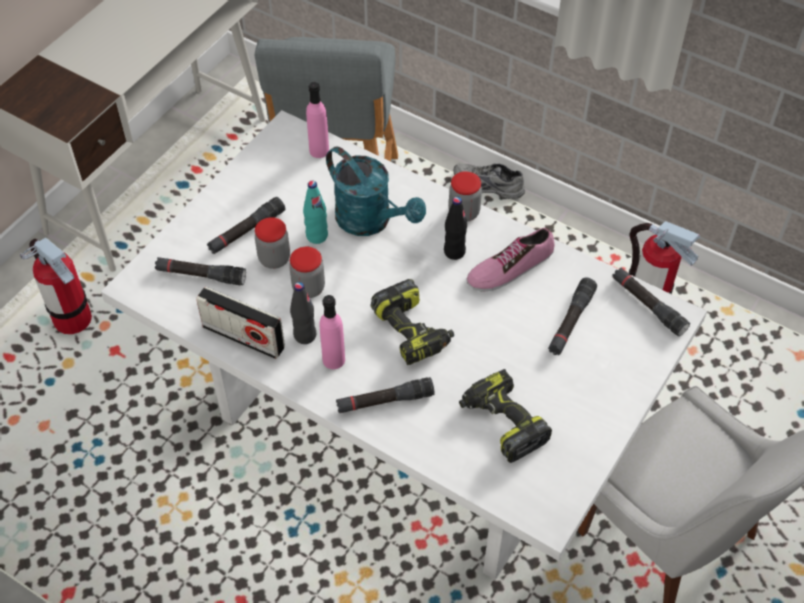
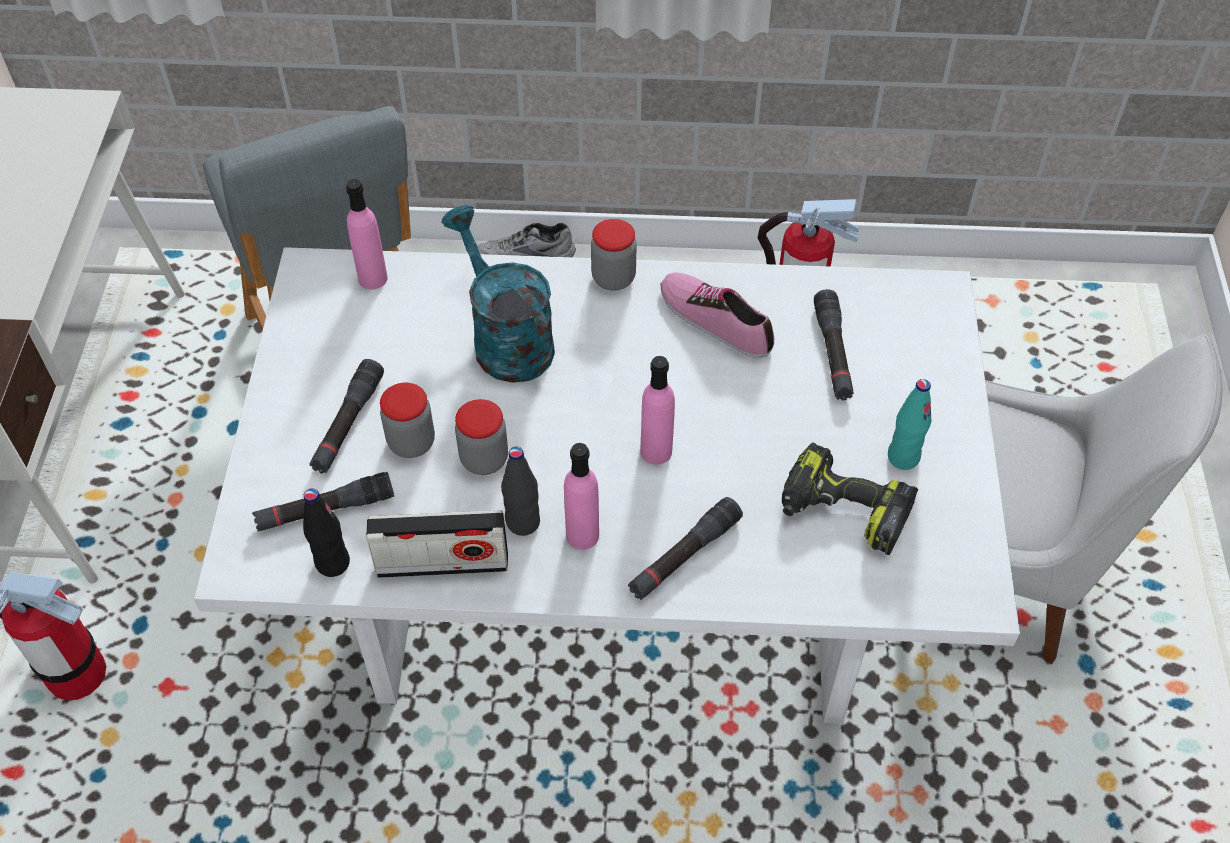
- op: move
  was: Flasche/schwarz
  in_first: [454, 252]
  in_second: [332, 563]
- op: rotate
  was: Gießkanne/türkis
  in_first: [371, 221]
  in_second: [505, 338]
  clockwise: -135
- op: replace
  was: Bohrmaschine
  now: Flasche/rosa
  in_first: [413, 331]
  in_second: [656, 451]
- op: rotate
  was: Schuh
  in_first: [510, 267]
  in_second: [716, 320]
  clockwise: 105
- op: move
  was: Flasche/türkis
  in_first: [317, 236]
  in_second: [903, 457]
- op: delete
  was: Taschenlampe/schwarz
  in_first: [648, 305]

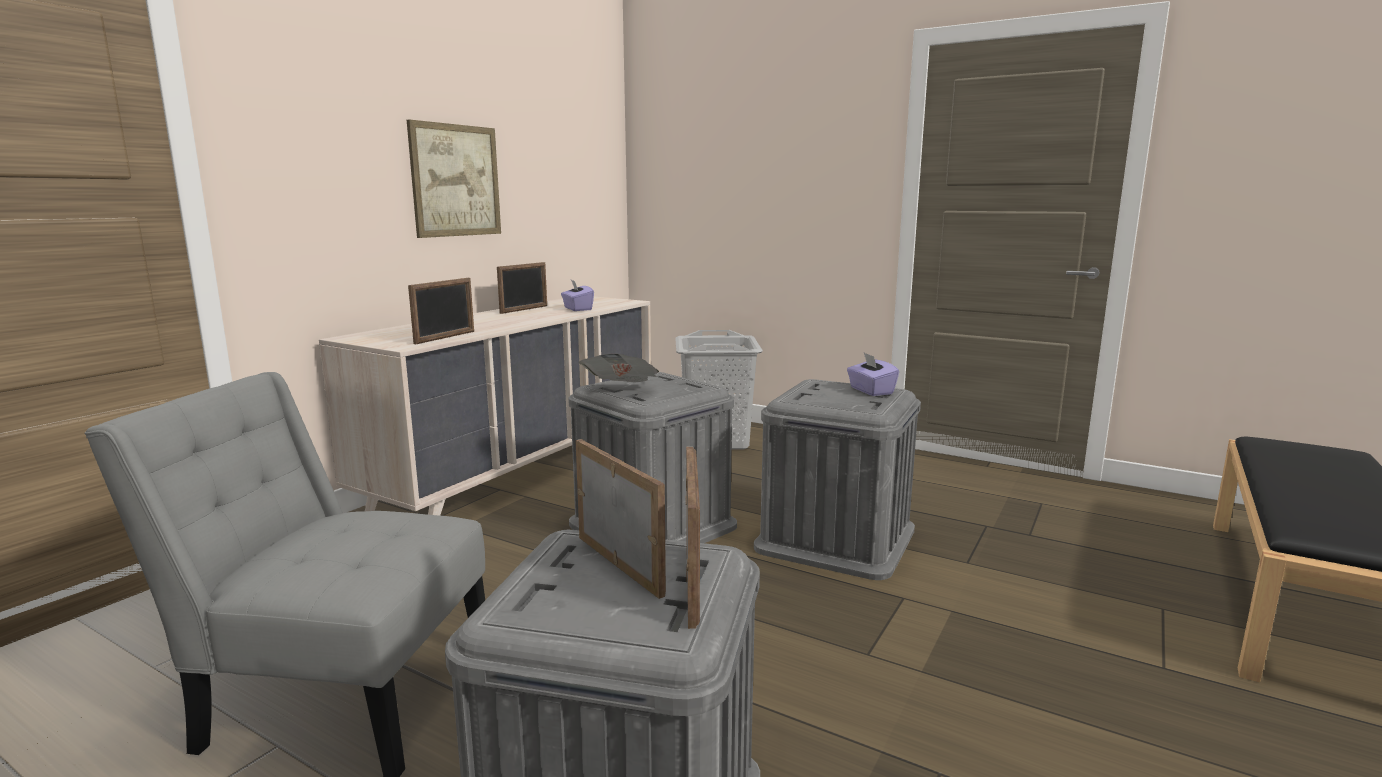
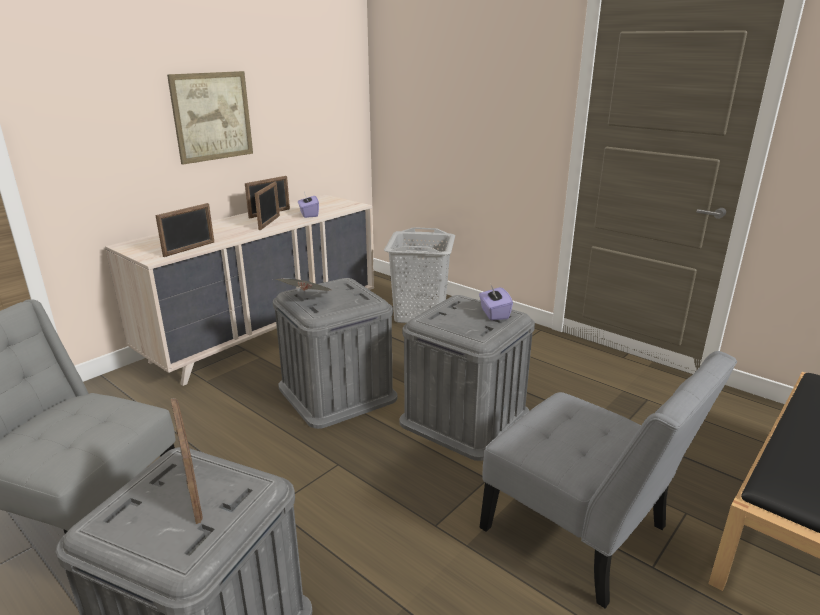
- op: move
  was: Bilderrahmen
  in_first: [692, 583]
  in_second: [269, 223]
- op: insert
  now: Stuhl/grau
  in_second: [582, 534]

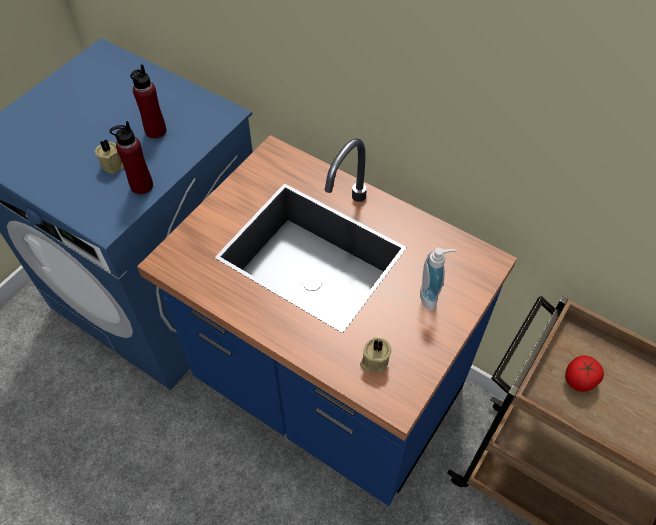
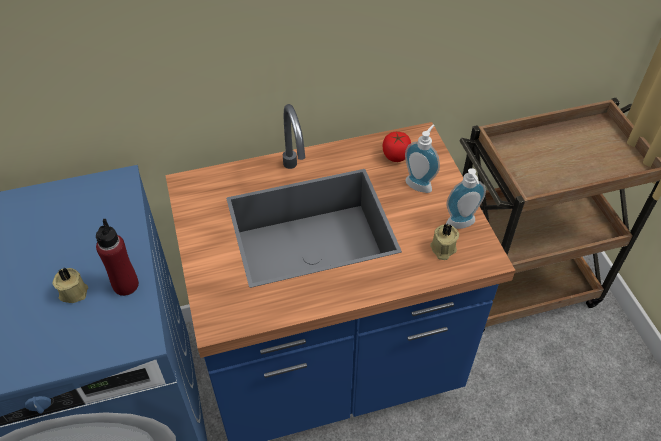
- op: move
  was: Tomate
  in_first: [579, 380]
  in_second: [396, 155]
- op: insert
  now: Seifenspender
  in_second: [461, 225]
- op: delete
  was: Flasche/rot
  in_first: [155, 131]

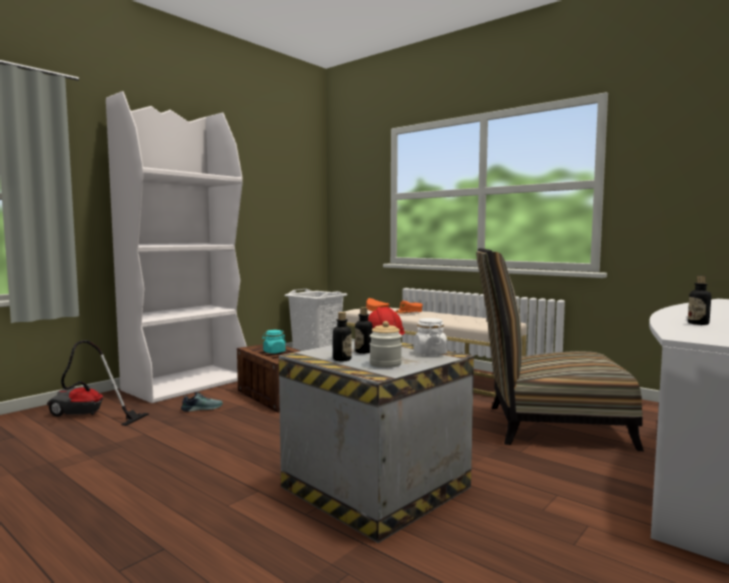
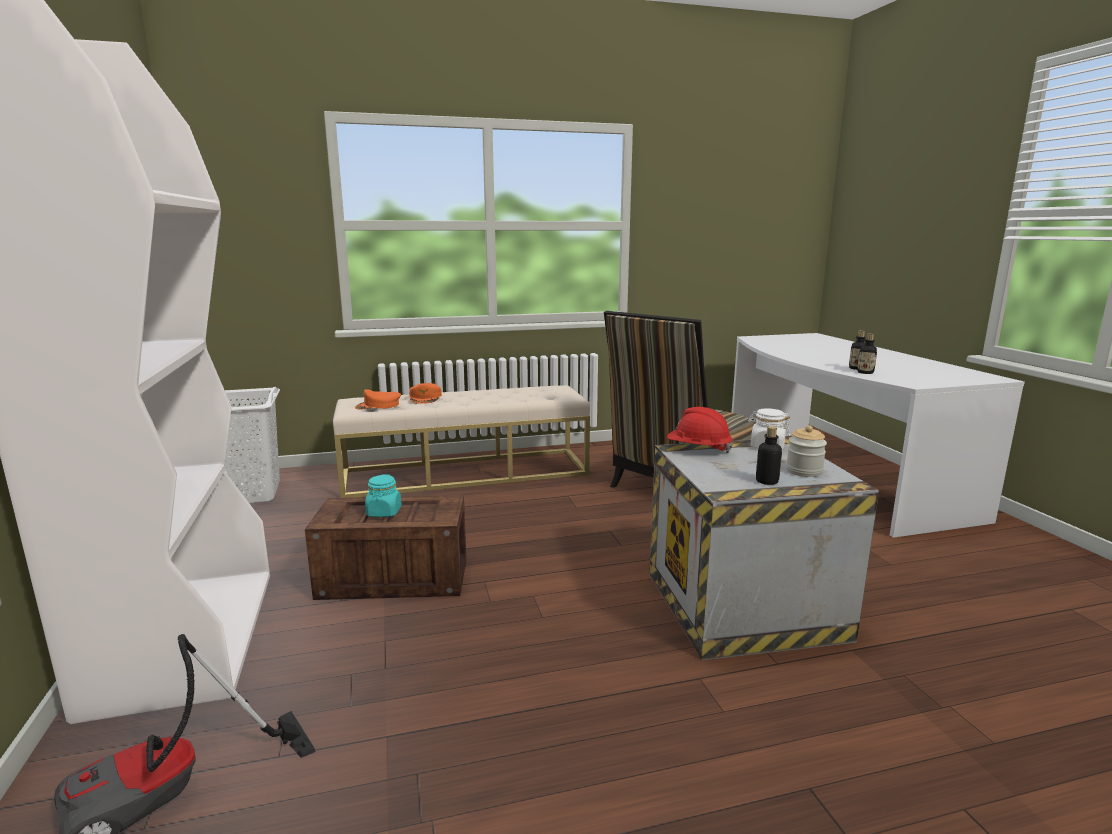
- op: move
  was: Flasche
  in_first: [363, 352]
  in_second: [865, 372]
- op: delete
  was: Schuh
  in_first: [202, 408]

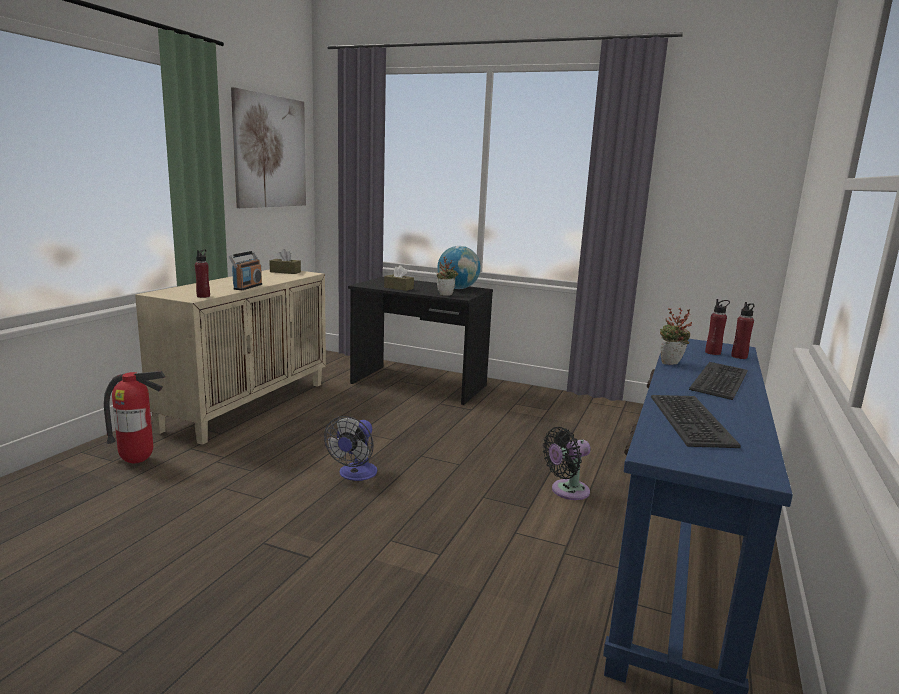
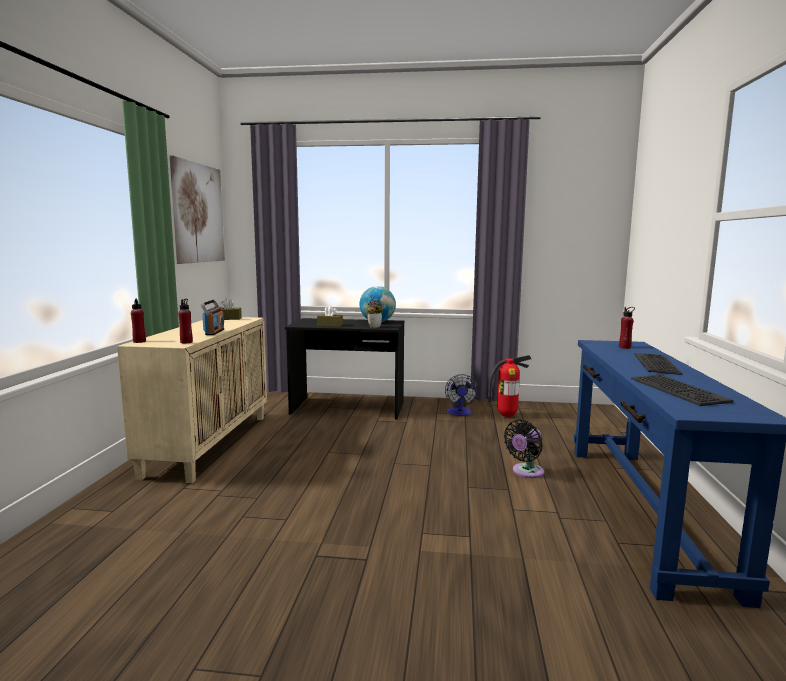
- op: move
  was: Flasche/rot
  in_first: [739, 357]
  in_second: [139, 341]
- op: move
  was: Ventilator
  in_first: [355, 475]
  in_second: [460, 413]
- op: move
  was: Feuerlöscher
  in_first: [138, 461]
  in_second: [507, 416]
- op: delete
  was: Topfpflanze
  in_first: [671, 364]

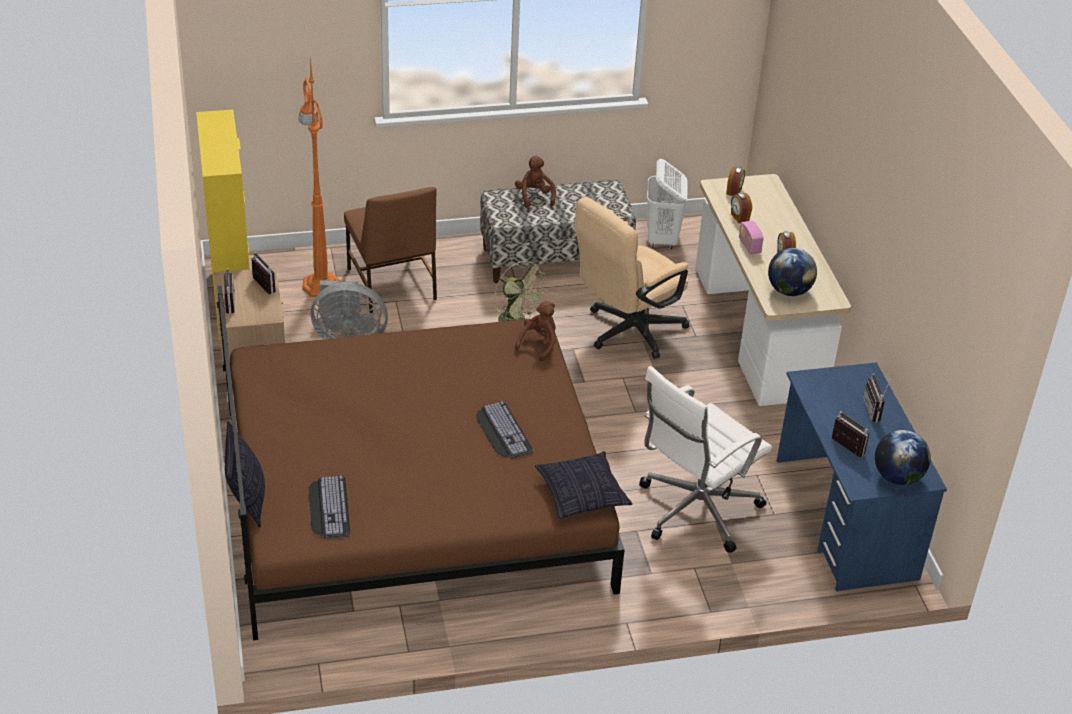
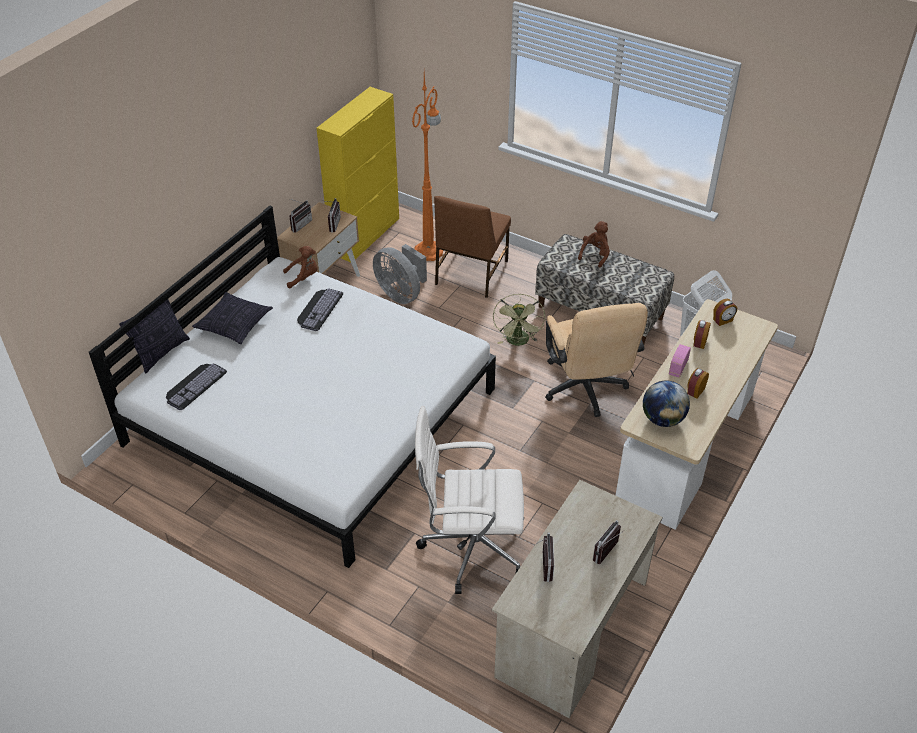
- op: recolor
  was: Bett/braun
  now: Bett/weiß
  in_first: [412, 495]
  in_second: [312, 416]
- op: move
  was: Kissen
  in_first: [581, 494]
  in_second: [234, 325]
- op: move
  was: Plüschtier/braun
  in_first: [539, 344]
  in_second: [303, 277]
- op: move
  was: Tastatur
  in_first: [501, 431]
  in_second: [318, 308]
- op: recolor
  was: Schreibtisch/blau
  now: Schreibtisch/beige
  in_first: [845, 519]
  in_second: [572, 629]
- op: rotate
  was: Bürostuhl/beige
  in_first: [627, 332]
  in_second: [586, 391]
  clockwise: -105
- op: delete
  was: Globus
  in_first: [897, 477]

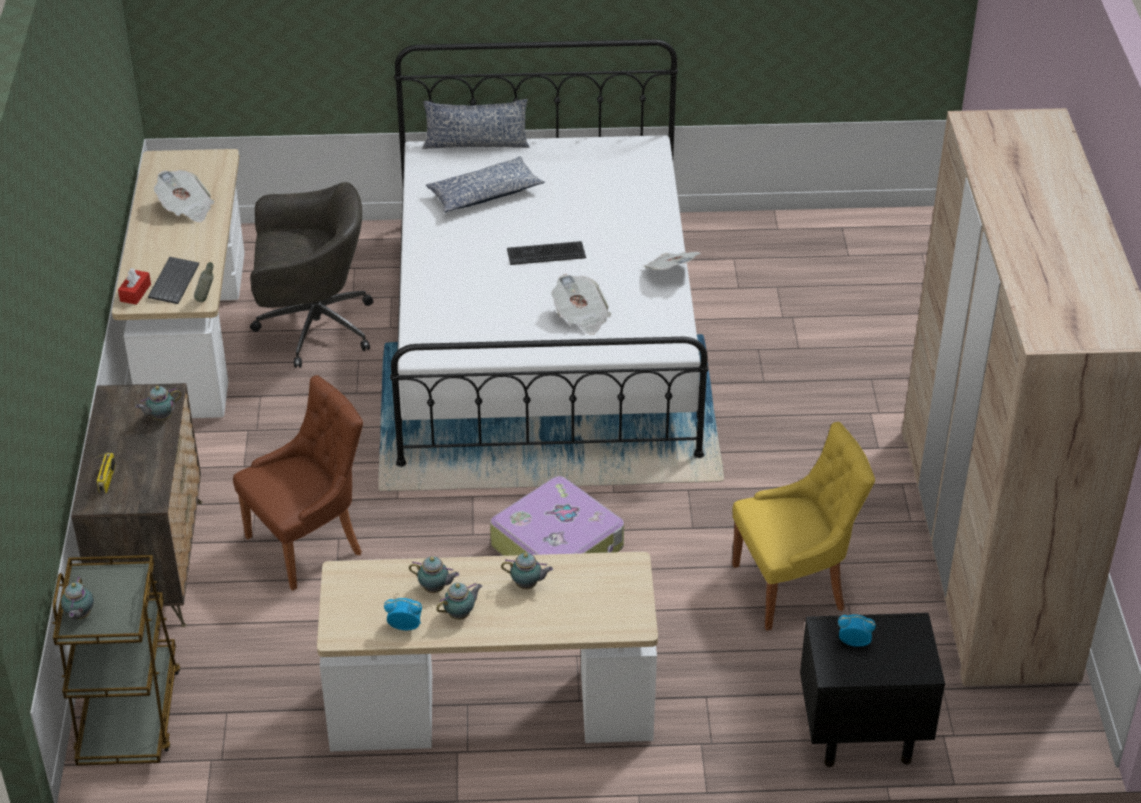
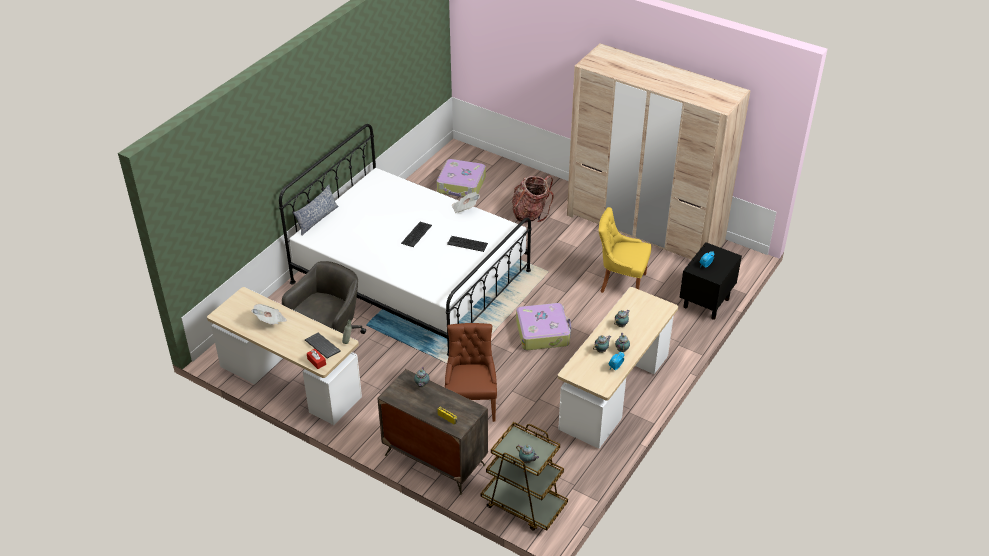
- op: insert
  now: Koffer
  in_second: [461, 185]
- op: replace
  was: Zeitung
  now: Tastatur
  in_first: [581, 317]
  in_second: [467, 244]
- op: insert
  now: Rucksack
  in_second: [530, 214]
- op: rotate
  was: Stuhl/gelb
  in_first: [793, 587]
  in_second: [621, 283]
  clockwise: -90
- op: delete
  was: Kissen
  in_first: [484, 194]

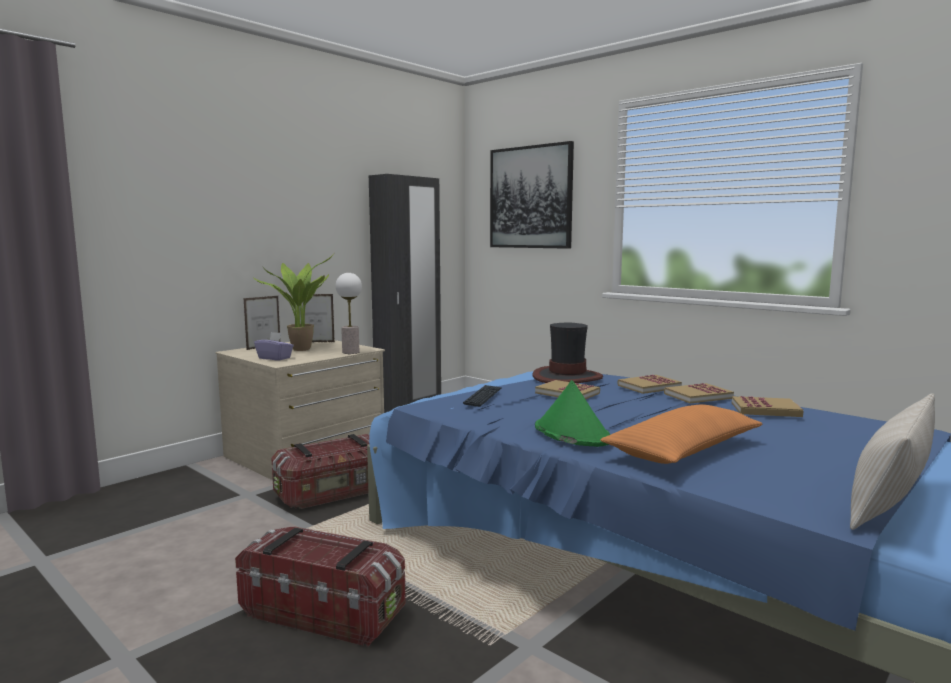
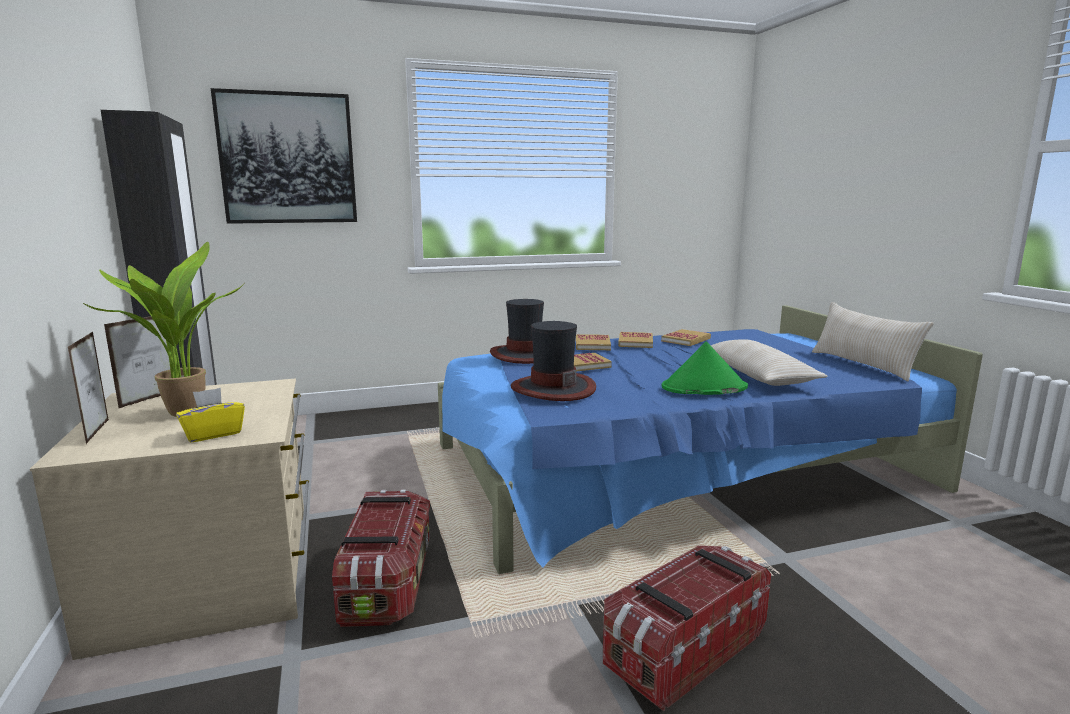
- op: recolor
  was: Taschentuchbox/lila
  now: Taschentuchbox/gelb
  in_first: [275, 358]
  in_second: [213, 434]
- op: replace
  was: Tastatur
  now: Hut
  in_first: [483, 397]
  in_second: [553, 388]
- op: recolor
  was: Kissen/orange
  now: Kissen/beige
  in_first: [683, 451]
  in_second: [758, 375]
- op: delete
  was: Tischlampe
  in_first: [350, 352]

